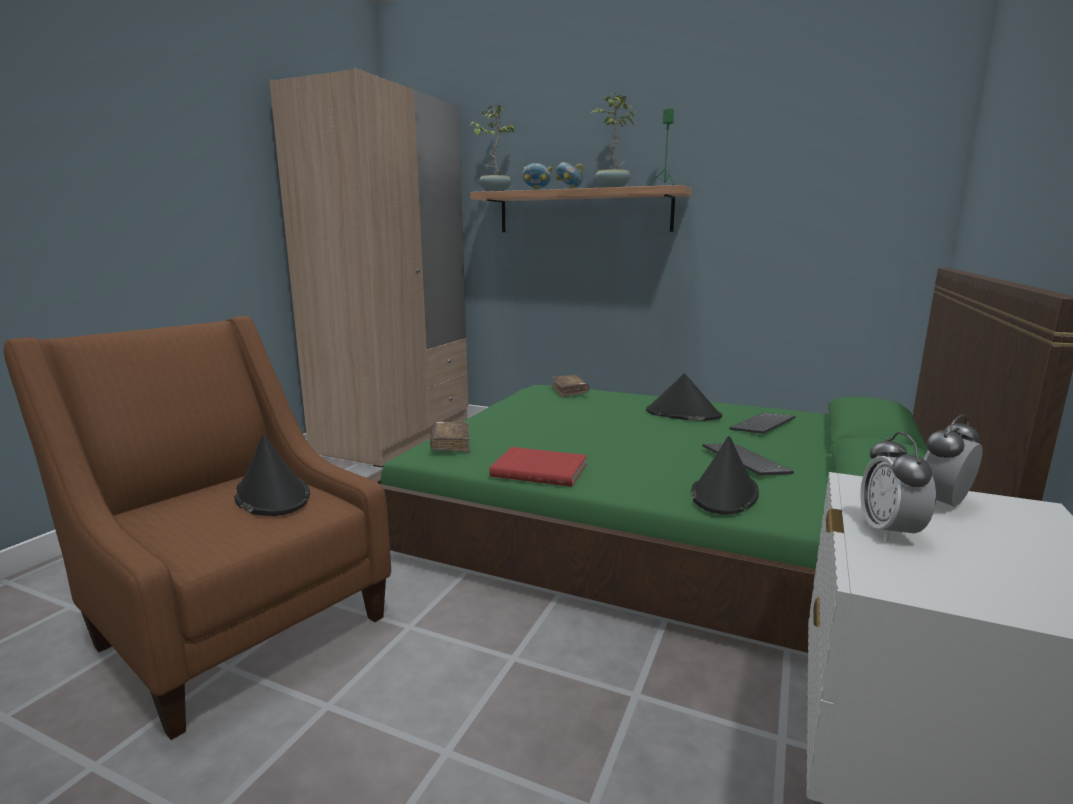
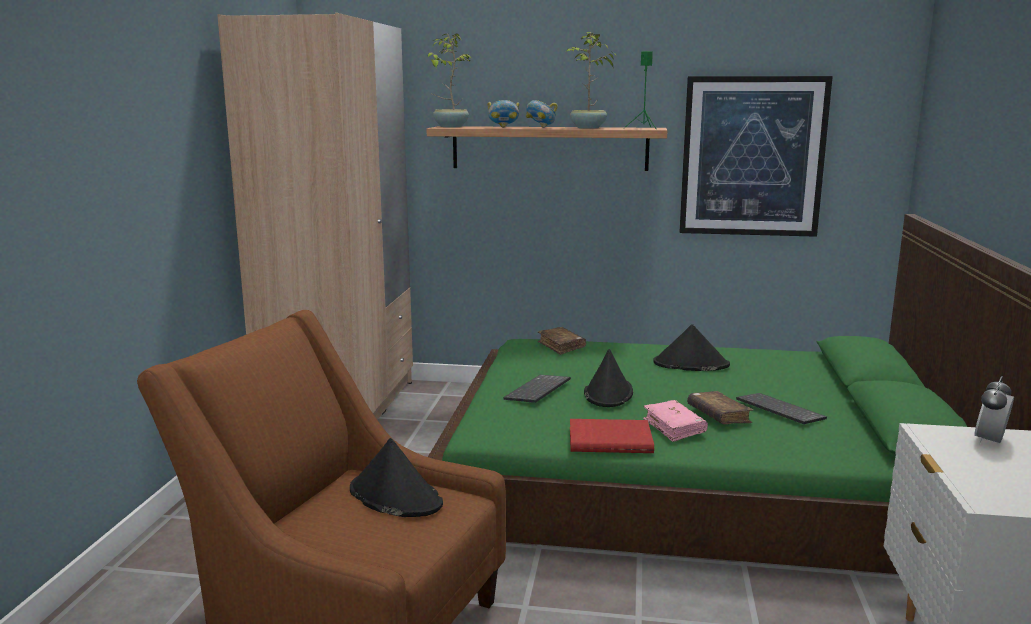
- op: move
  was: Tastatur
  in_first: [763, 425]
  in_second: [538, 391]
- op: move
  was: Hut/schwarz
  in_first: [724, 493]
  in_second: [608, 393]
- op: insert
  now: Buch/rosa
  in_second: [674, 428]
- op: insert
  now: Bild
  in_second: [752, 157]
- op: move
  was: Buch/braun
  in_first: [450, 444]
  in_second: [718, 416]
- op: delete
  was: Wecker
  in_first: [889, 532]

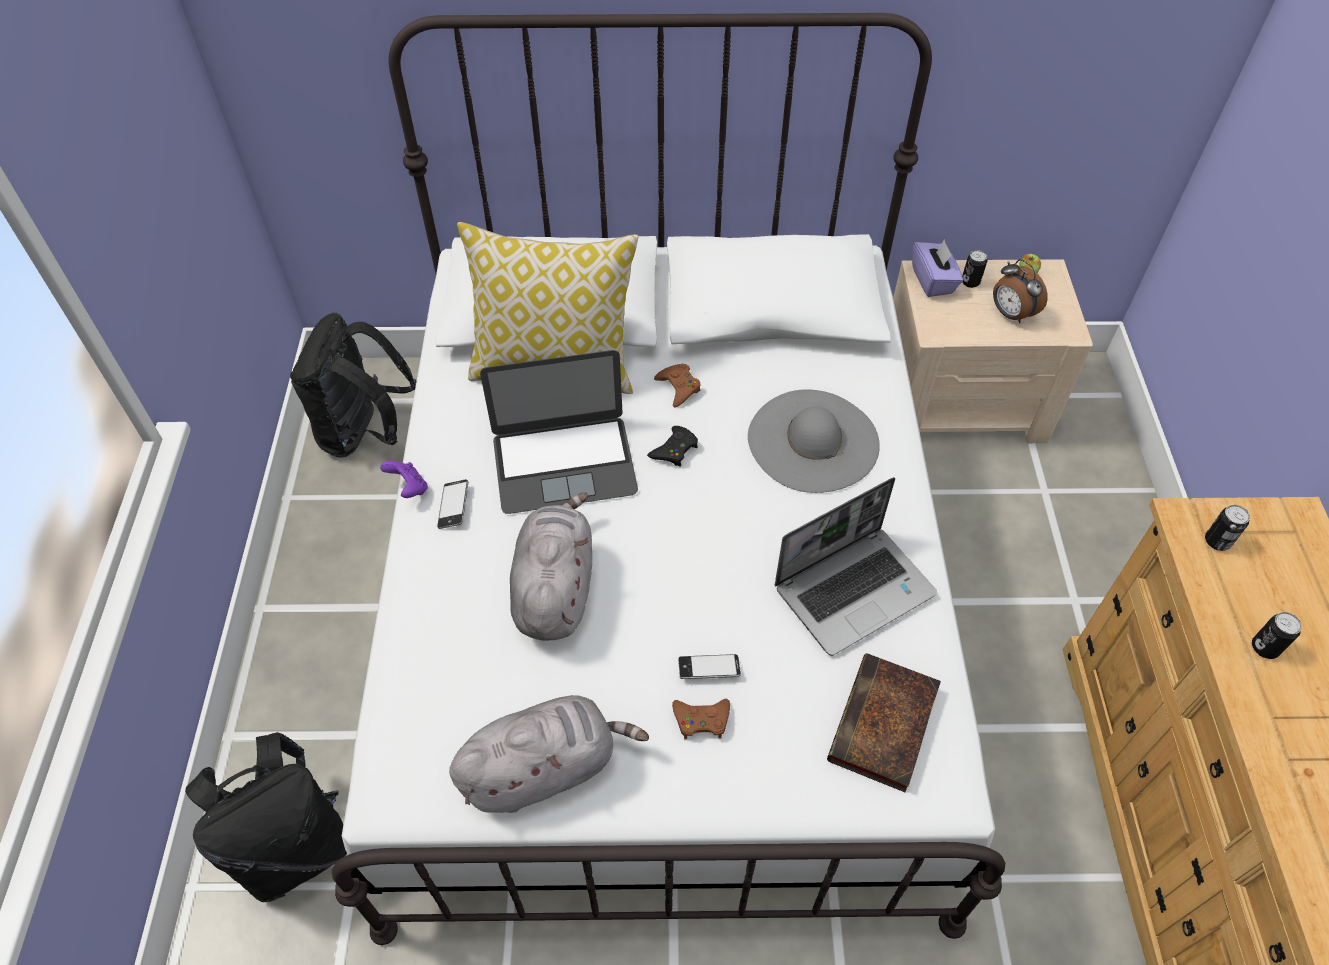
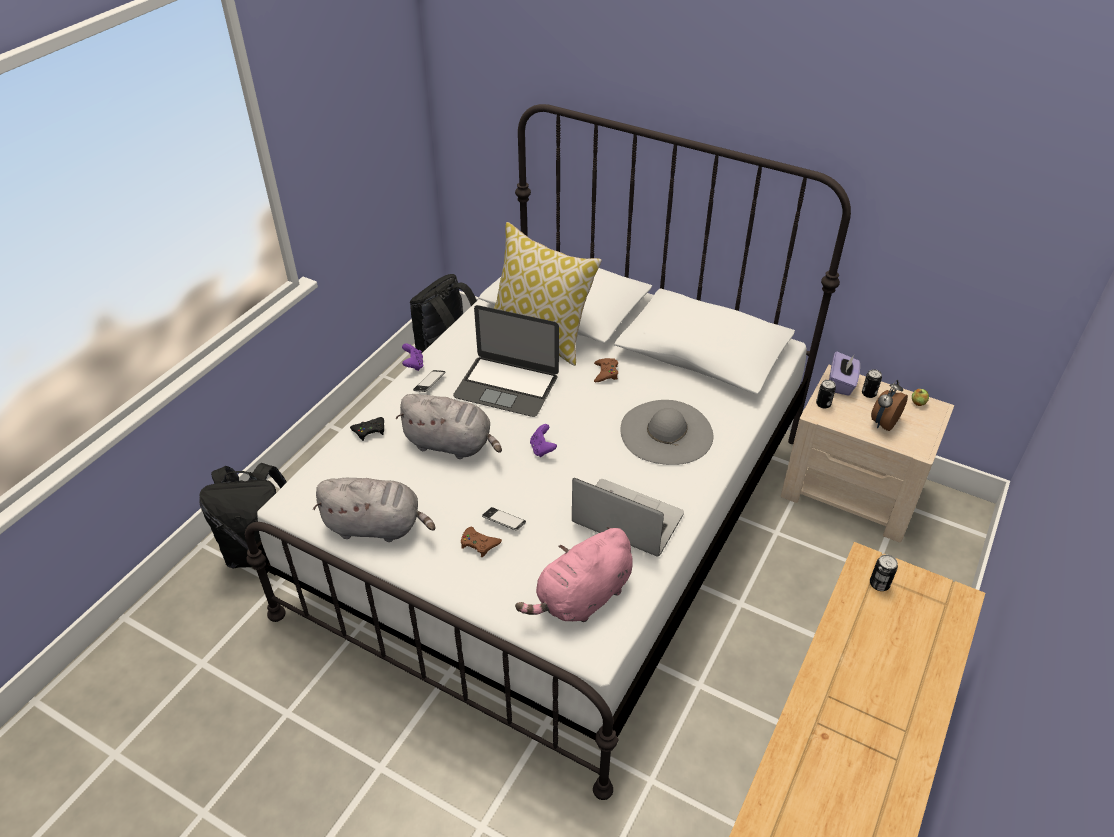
- op: move
  was: Gamepad/schwarz
  in_first: [674, 450]
  in_second: [369, 430]
- op: rotate
  was: Plüschtier/grau
  in_first: [554, 588]
  in_second: [451, 444]
  clockwise: 75
- op: replace
  was: Buch
  now: Plüschtier/rosa
  in_first: [883, 728]
  in_second: [582, 598]
- op: insert
  now: Gamepad/lila
  in_second: [542, 449]
- op: rotate
  was: Laptop
  in_first: [854, 589]
  in_second: [625, 520]
  clockwise: -150
- op: move
  was: Dose
  in_first: [1264, 648]
  in_second: [823, 404]
- op: rotate
  was: Wecker
  in_first: [1010, 314]
  in_second: [883, 423]
  clockwise: 45

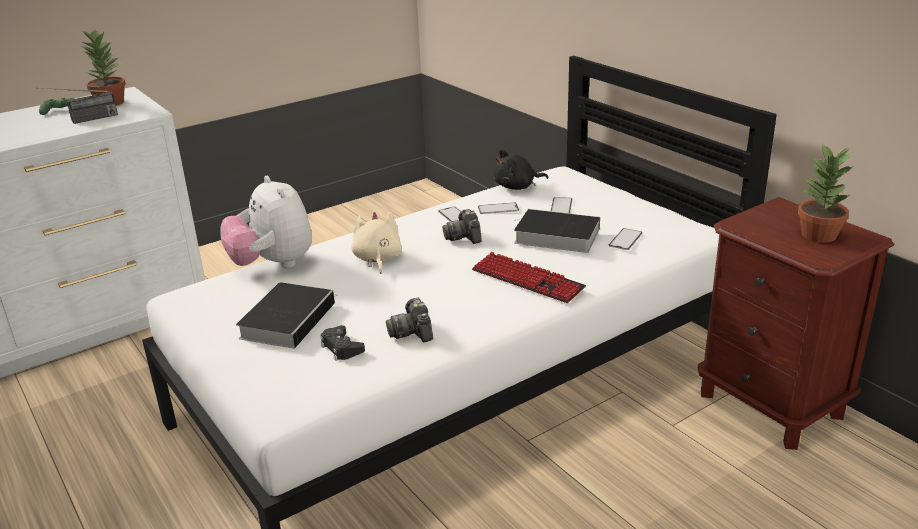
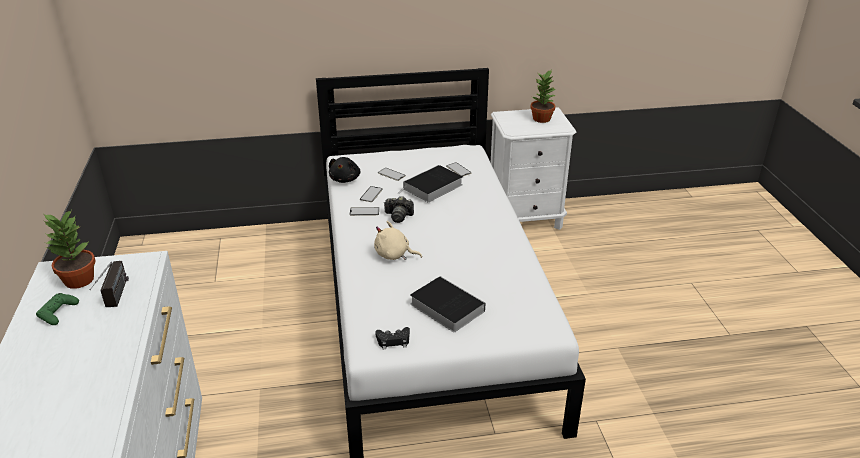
- op: move
  was: Gamepad/schwarz
  in_first: [341, 348]
  in_second: [393, 341]
- op: recolor
  was: Nachttisch/braun
  now: Nachttisch/weiß
  in_first: [770, 405]
  in_second: [525, 219]
- op: delete
  was: Plüschtier
  in_first: [273, 264]
- op: delete
  was: Kamera
  in_first: [412, 332]
- op: delete
  was: Tastatur
  in_first: [527, 280]

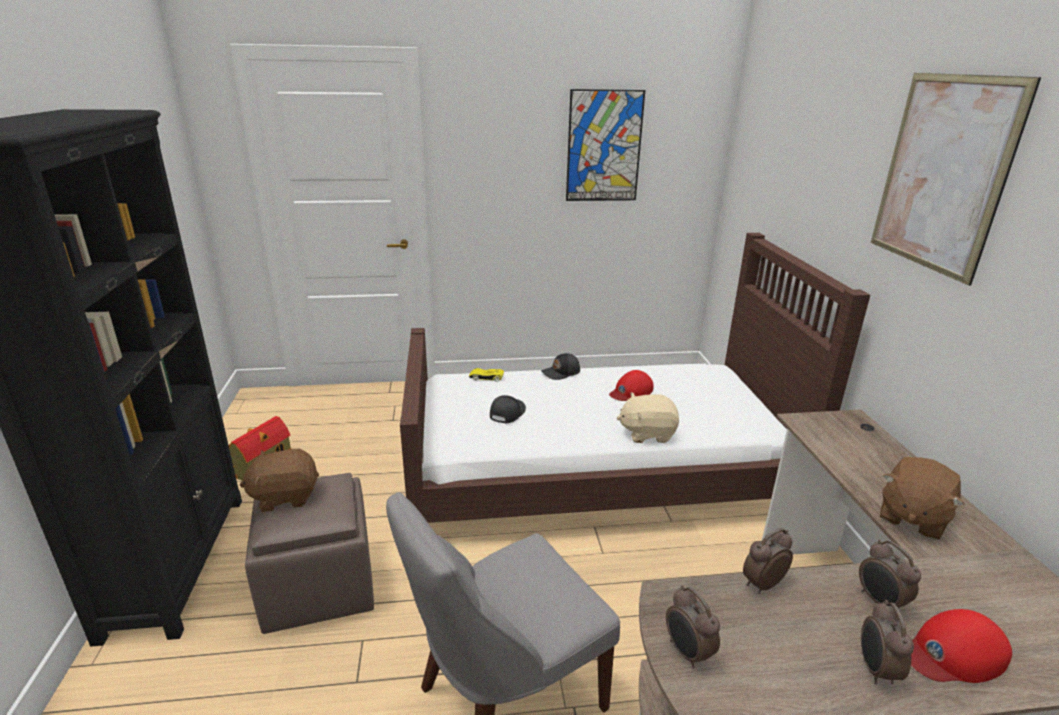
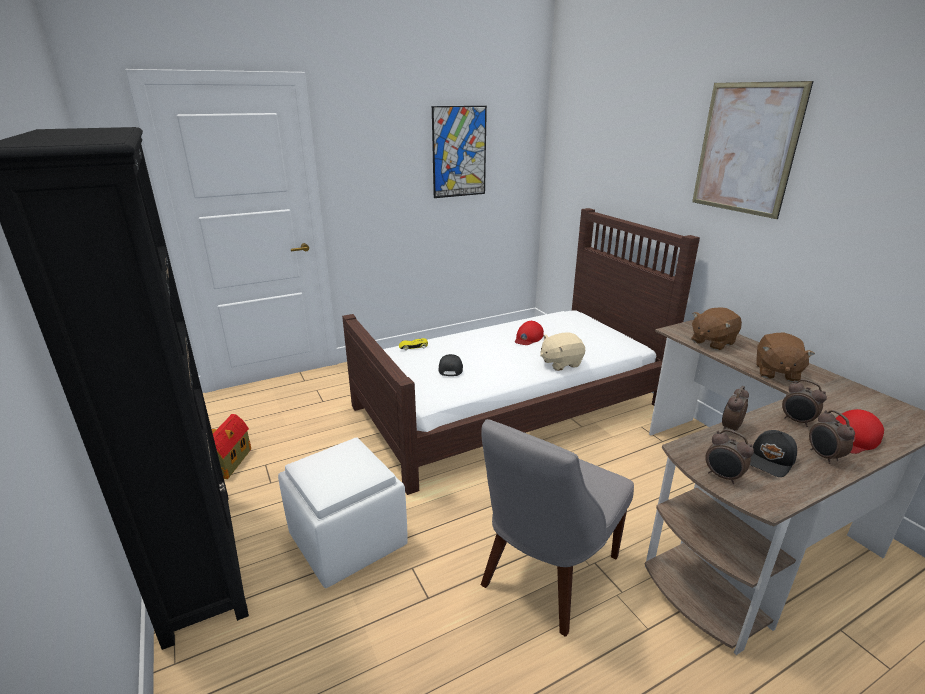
- op: recolor
  was: Polsterhocker/braun
  now: Polsterhocker/weiß
  in_first: [318, 585]
  in_second: [346, 540]
- op: move
  was: Plüschtier/braun
  in_first: [285, 496]
  in_second: [712, 342]
- op: move
  was: Kappe/schwarz
  in_first: [561, 373]
  in_second: [771, 461]

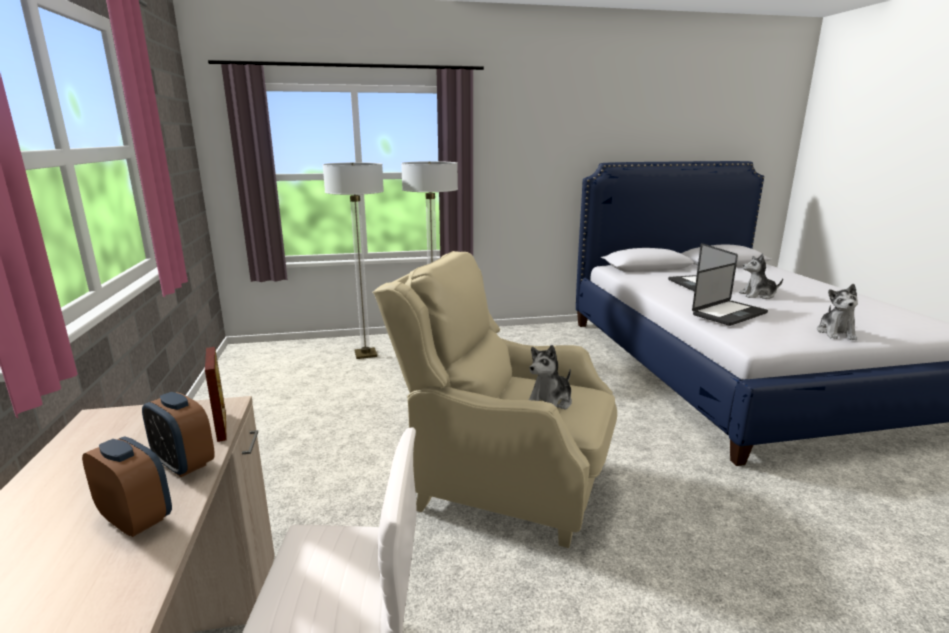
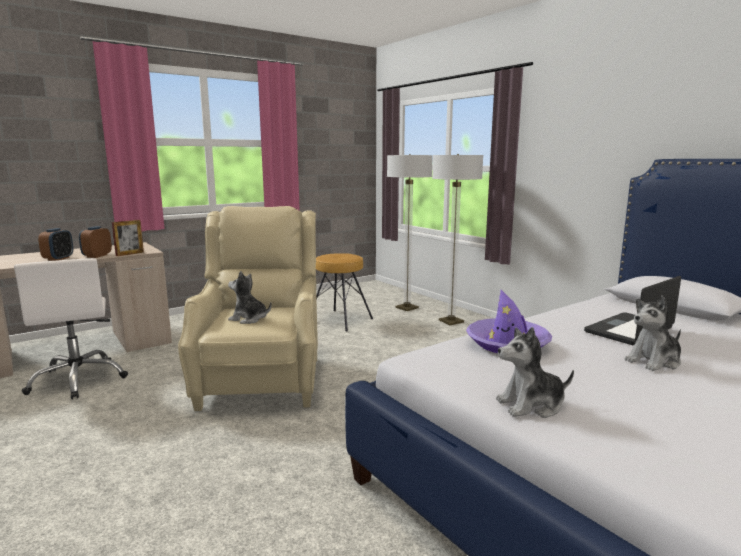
- op: insert
  now: Hocker/braun
  in_second: [339, 320]
- op: replace
  was: Laptop
  now: Hut/lila
  in_first: [729, 314]
  in_second: [507, 344]
- op: rotate
  was: Plüschtier
  in_first: [758, 295]
  in_second: [654, 361]
  clockwise: -90

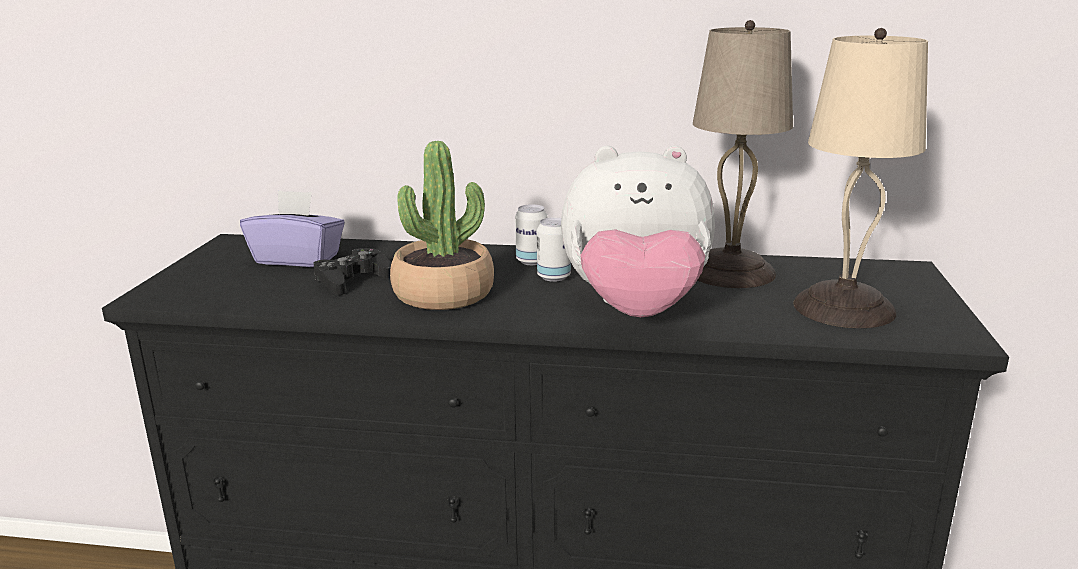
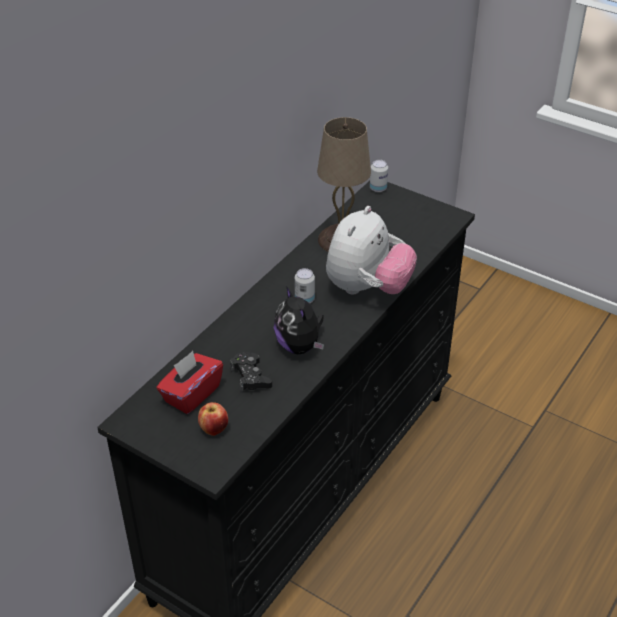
- op: recolor
  was: Taschentuchbox/lila
  now: Taschentuchbox/rot
  in_first: [298, 259]
  in_second: [191, 394]
- op: insert
  now: Apfel
  in_second: [214, 429]
- op: replace
  was: Topfpflanze
  now: Plüschtier
  in_first: [443, 294]
  in_second: [299, 346]
- op: move
  was: Dose
  in_first: [532, 261]
  in_second: [378, 188]
- op: delete
  was: Tischlampe/beige
  in_first: [846, 308]

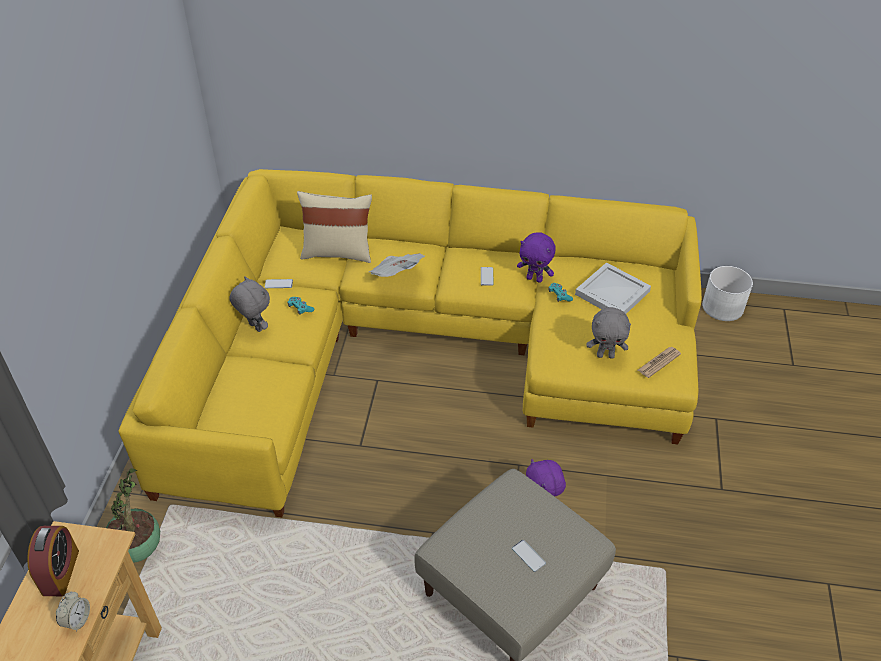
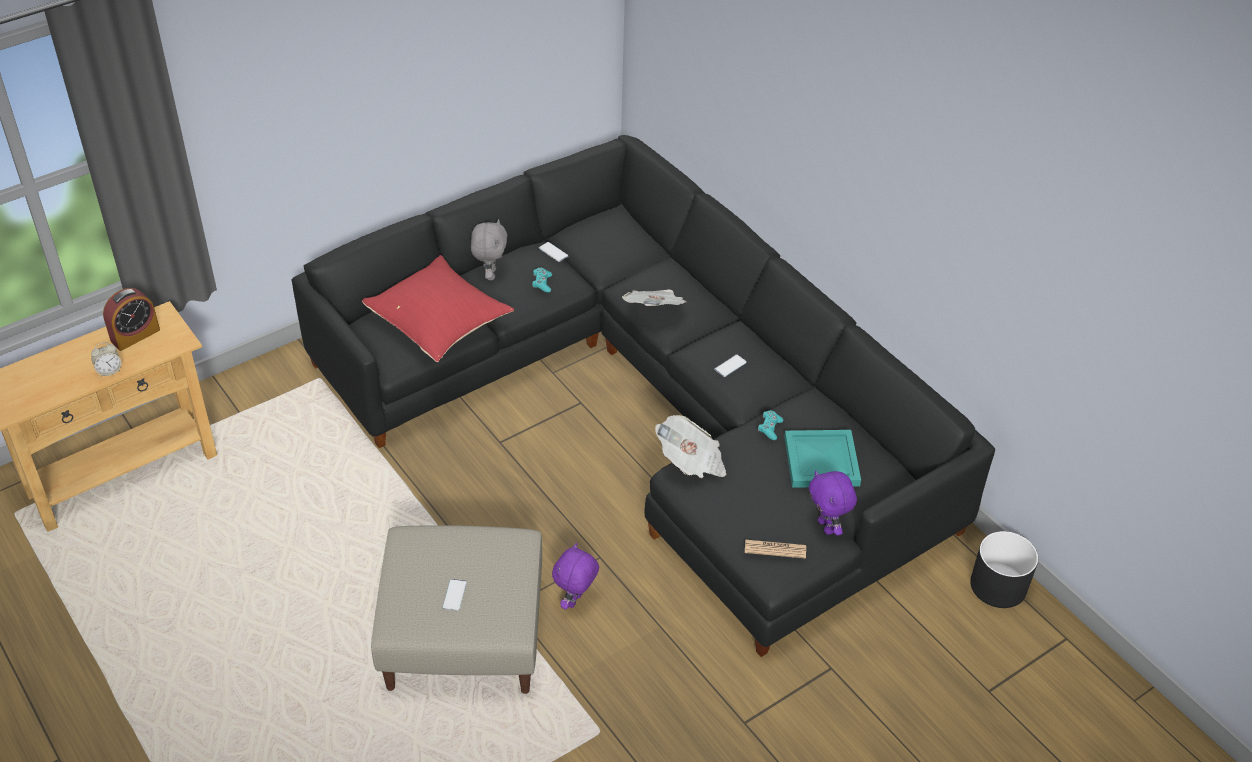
- op: recolor
  was: Sofa/gelb
  now: Sofa/schwarz
  in_first: [420, 348]
  in_second: [651, 404]
- op: insert
  now: Kissen/rot
  in_second: [440, 324]
- op: insert
  now: Zeitung
  in_second: [691, 462]
- op: recolor
  was: Tablett/weiß
  now: Tablett/türkis
  in_first: [612, 292]
  in_second: [822, 460]
- op: move
  was: Plüschtier/lila
  in_first: [534, 279]
  in_second: [826, 527]
- op: recolor
  was: Pflanzkübel/weiß
  now: Pflanzkübel/schwarz
  in_first: [723, 307]
  in_second: [999, 586]
- op: delete
  was: Topfpflanze
  in_first: [138, 548]
- op: delete
  was: Kissen/beige
  in_first: [337, 252]
- op: delete
  was: Plüschtier/grau
  in_first: [605, 355]

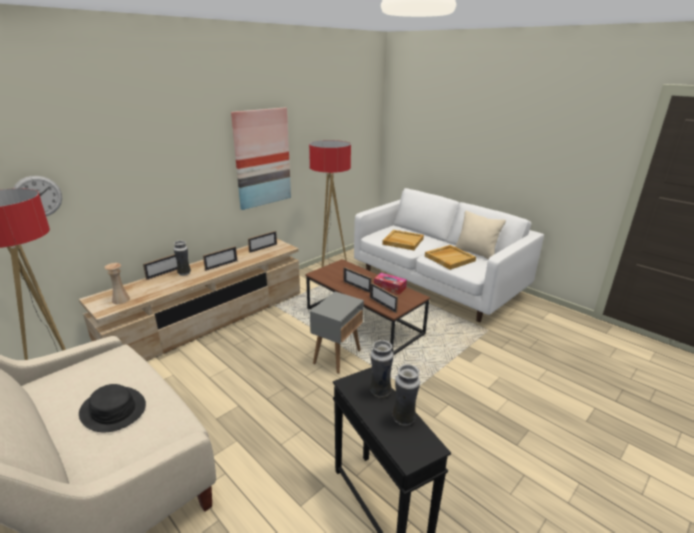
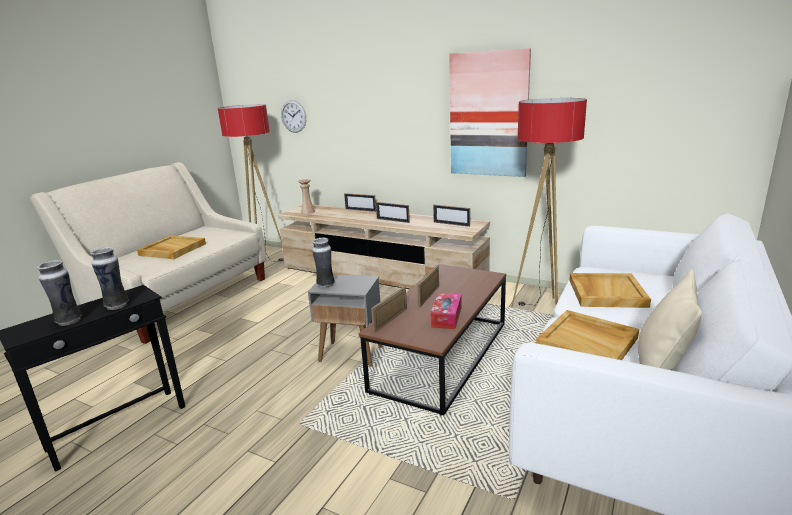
- op: replace
  was: Hut/schwarz
  now: Tablett/beige
  in_first: [113, 410]
  in_second: [172, 249]
- op: move
  was: Vase
  in_first: [184, 273]
  in_second: [325, 285]

